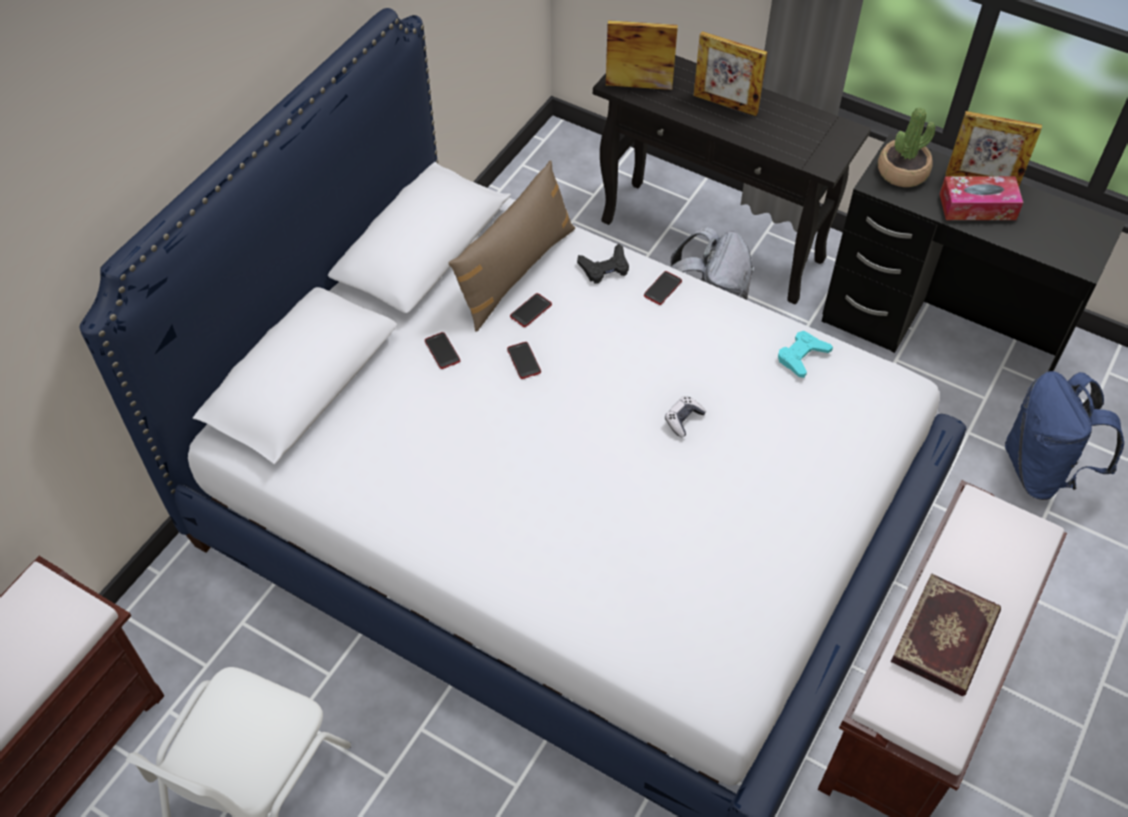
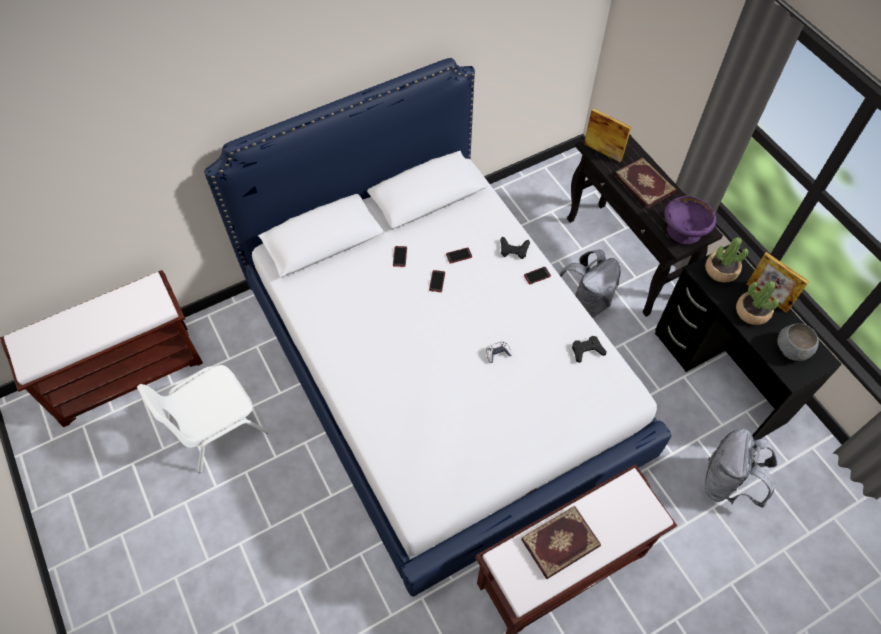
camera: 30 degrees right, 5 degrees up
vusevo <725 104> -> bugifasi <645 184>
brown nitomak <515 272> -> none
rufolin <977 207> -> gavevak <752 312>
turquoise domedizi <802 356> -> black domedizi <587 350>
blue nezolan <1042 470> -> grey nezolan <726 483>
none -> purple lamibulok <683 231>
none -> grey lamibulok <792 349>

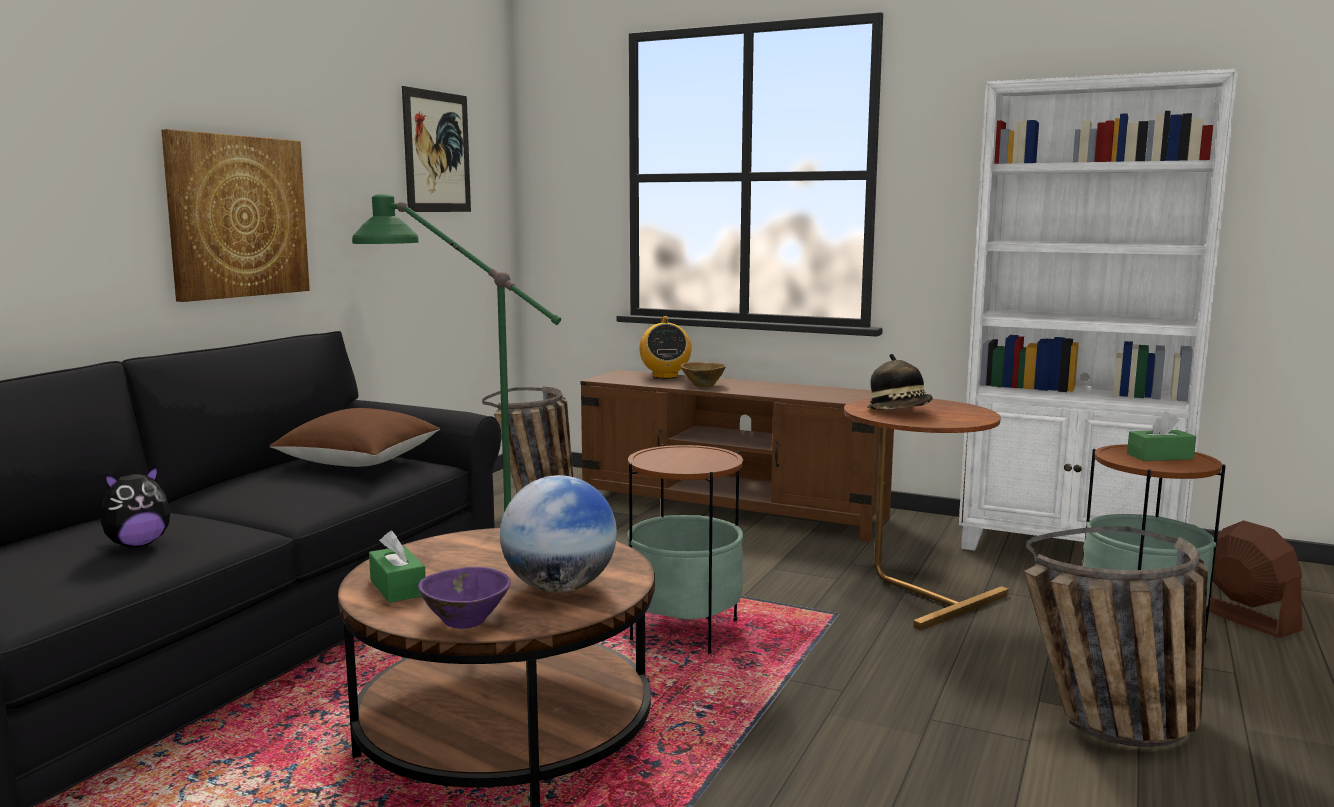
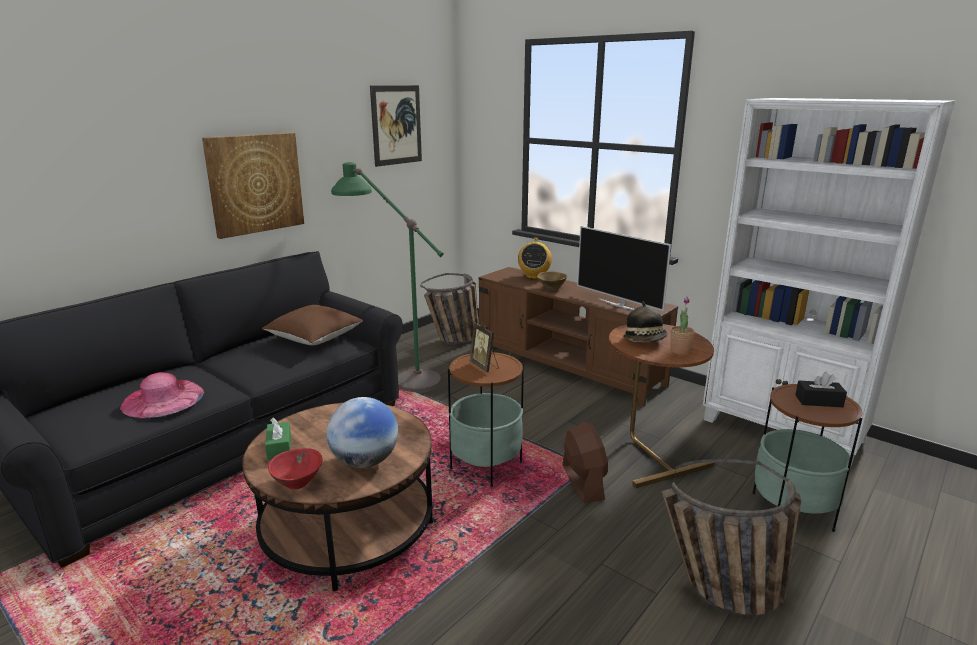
camera: 15 degrees right, 10 degrees up
green rufolin <1160 456> -> black rufolin <818 401>
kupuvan <138 544> -> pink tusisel <163 399>
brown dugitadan <1242 617> -> brown dugitadan <582 482>, move
purple lamibulok <466 621> -> red lamibulok <298 483>
none -> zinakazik <620 305>
none -> gavevak <680 351>
none -> vusevo <484 366>

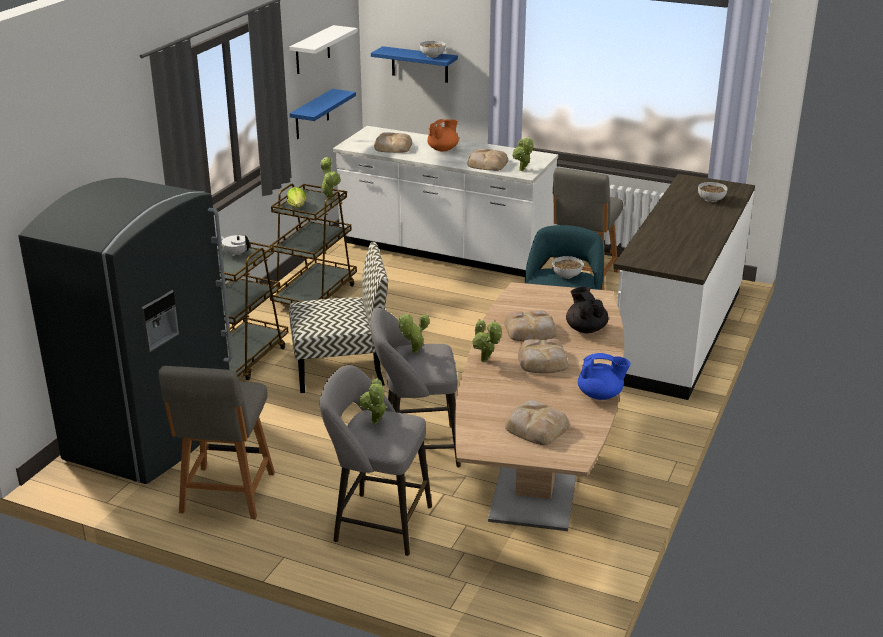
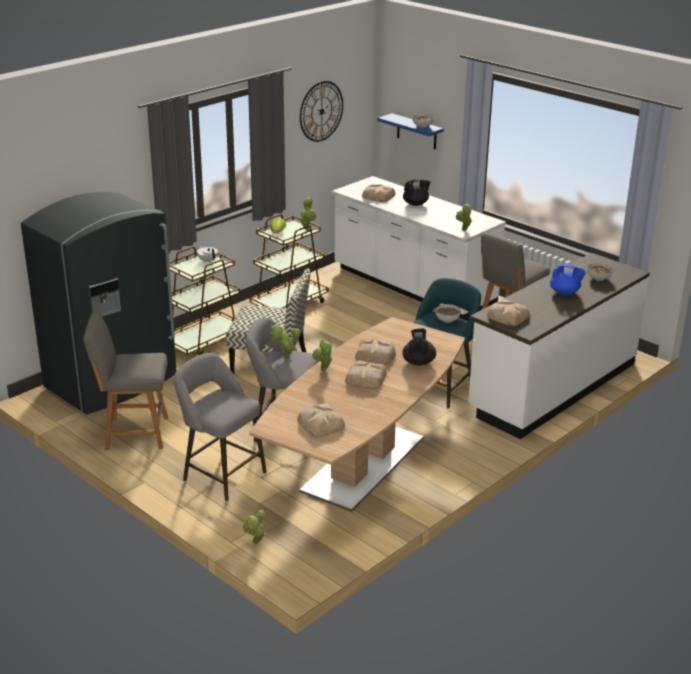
camera: 20 degrees right, 0 degrees up
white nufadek <312 50> -> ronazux <321 111>
blue nufadek <312 114> -> none
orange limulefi <443 149> -> black limulefi <416 204>
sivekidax <487 164> -> sivekidax <507 316>, move
blue limulefi <601 395> -> blue limulefi <565 293>, move
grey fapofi <226 495> -> grey fapofi <134 433>, 60 degrees clockwise
gavevak <375 423> -> gavevak <255 544>, move

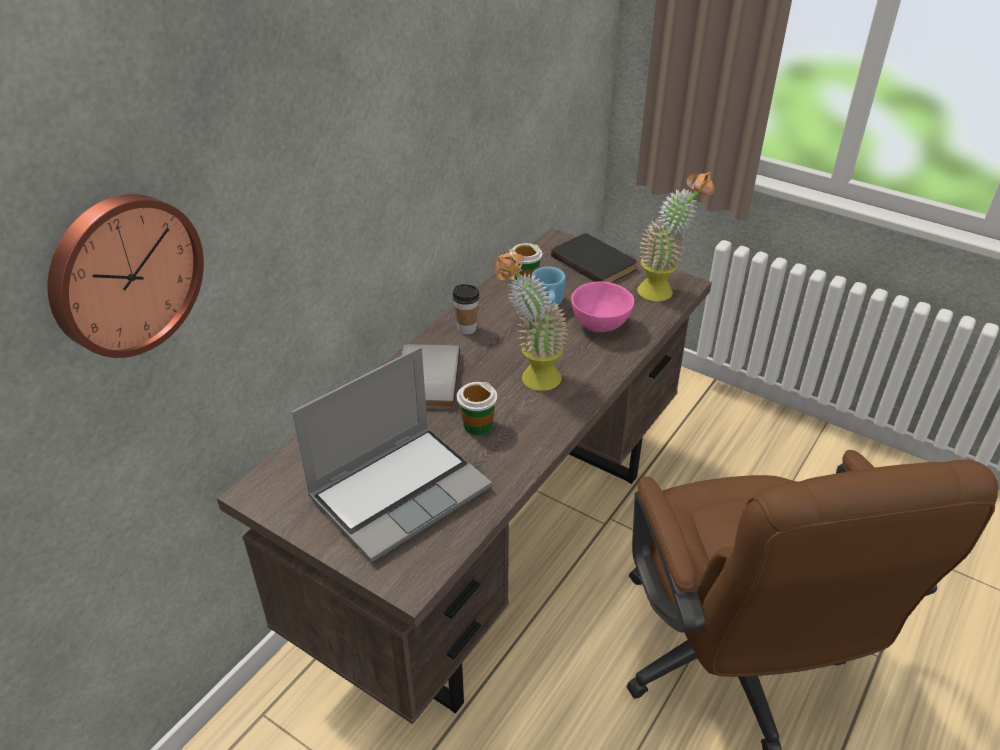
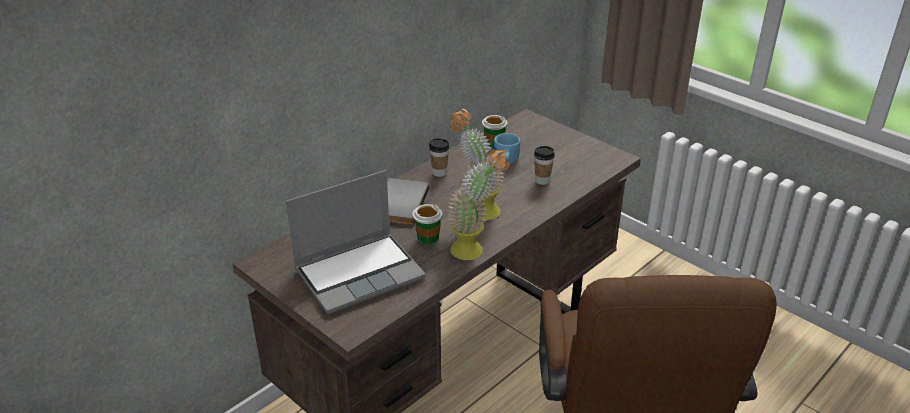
camera: 10 degrees right, 5 degrees down
gavevak <664 290> -> gavevak <475 250>, move
ronazux <124 274> -> none
black bugifasi <595 261> -> none
pink lamibulok <601 326> -> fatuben <542 180>

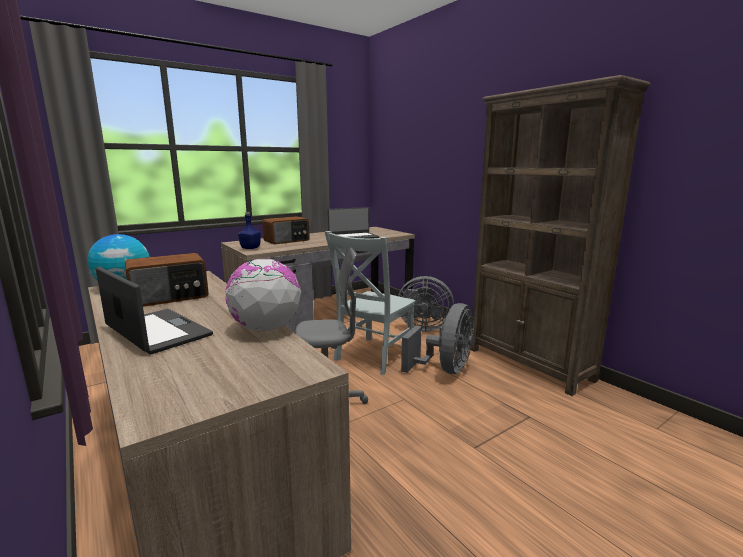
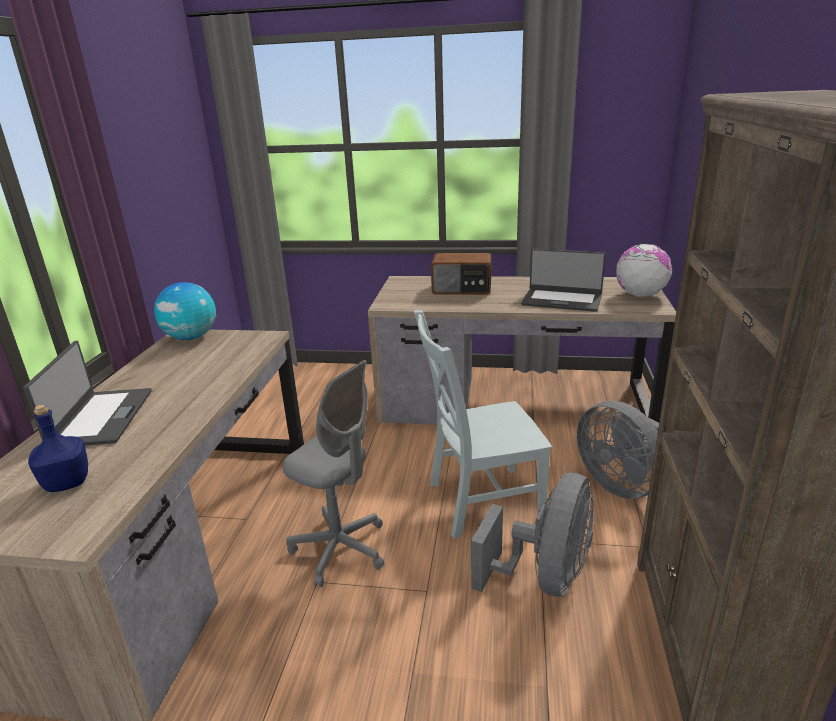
camera: 45 degrees right, 10 degrees up
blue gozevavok <250 248> -> blue gozevavok <67 482>, move
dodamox <170 297> -> none
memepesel <265 328> -> memepesel <640 295>, move
grey dugitadan <445 369> -> grey dugitadan <544 577>, 45 degrees counterclockwise

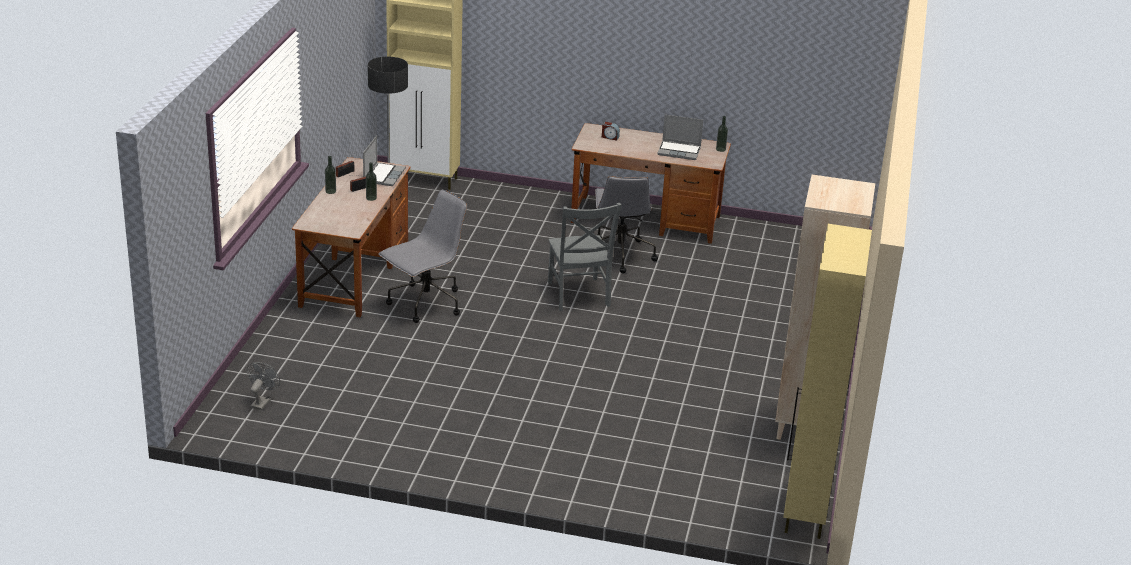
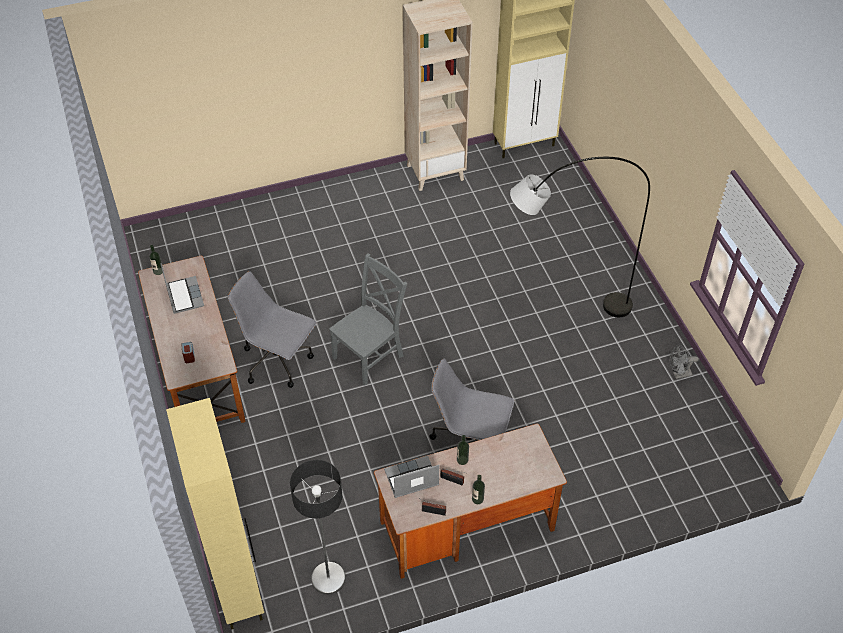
camera: 120 degrees left, 20 degrees up
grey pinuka <619 254> -> grey pinuka <278 362>, 120 degrees counterclockwise
grey dugitadan <262 402> -> grey dugitadan <679 374>, move
none -> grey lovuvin <562 309>

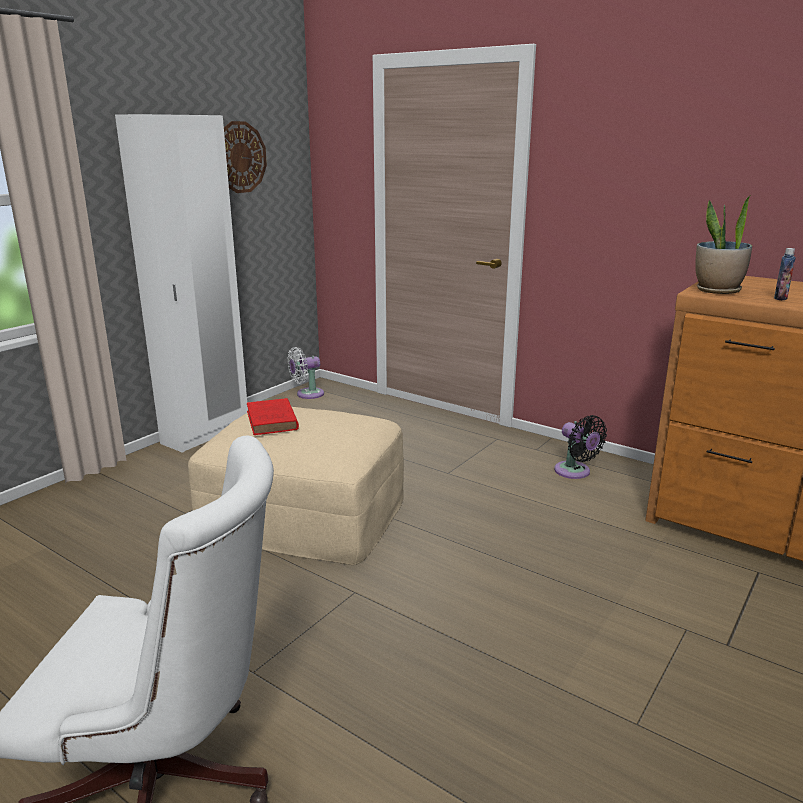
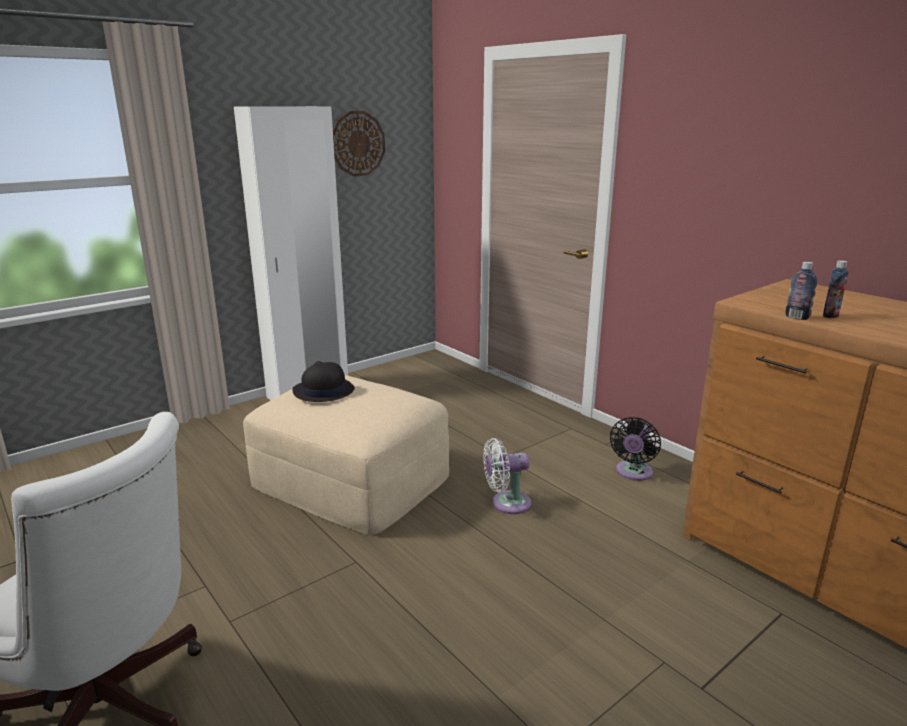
camera: 15 degrees right, 0 degrees up
gavevak <717 290> -> none
white dugitadan <307 394> -> white dugitadan <506 503>, move
red bugifasi <272 421> -> black tusisel <323 391>
black dugitadan <575 472> -> black dugitadan <633 473>, 45 degrees clockwise
none -> gozevavok <797 317>

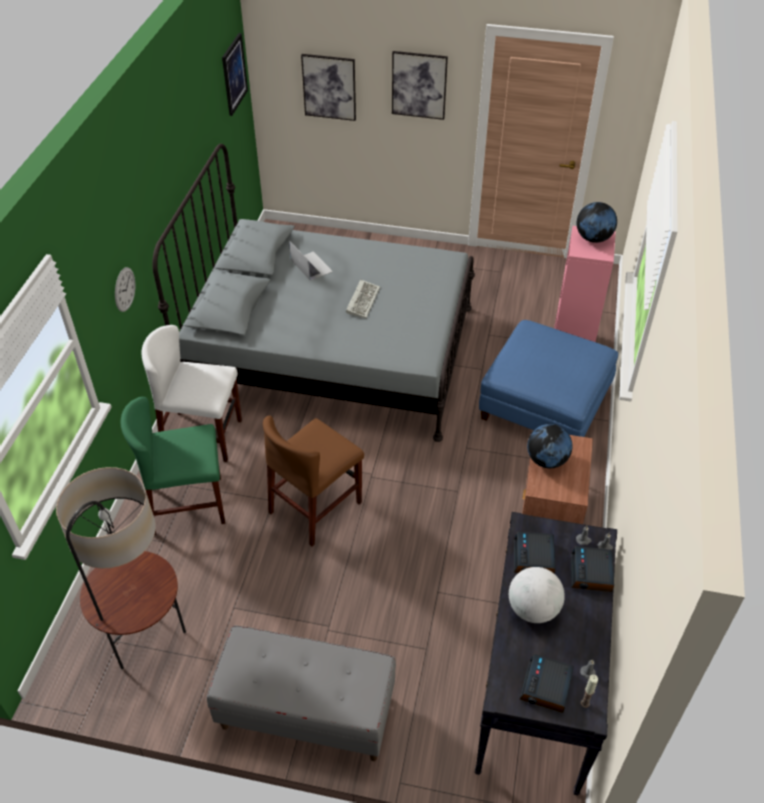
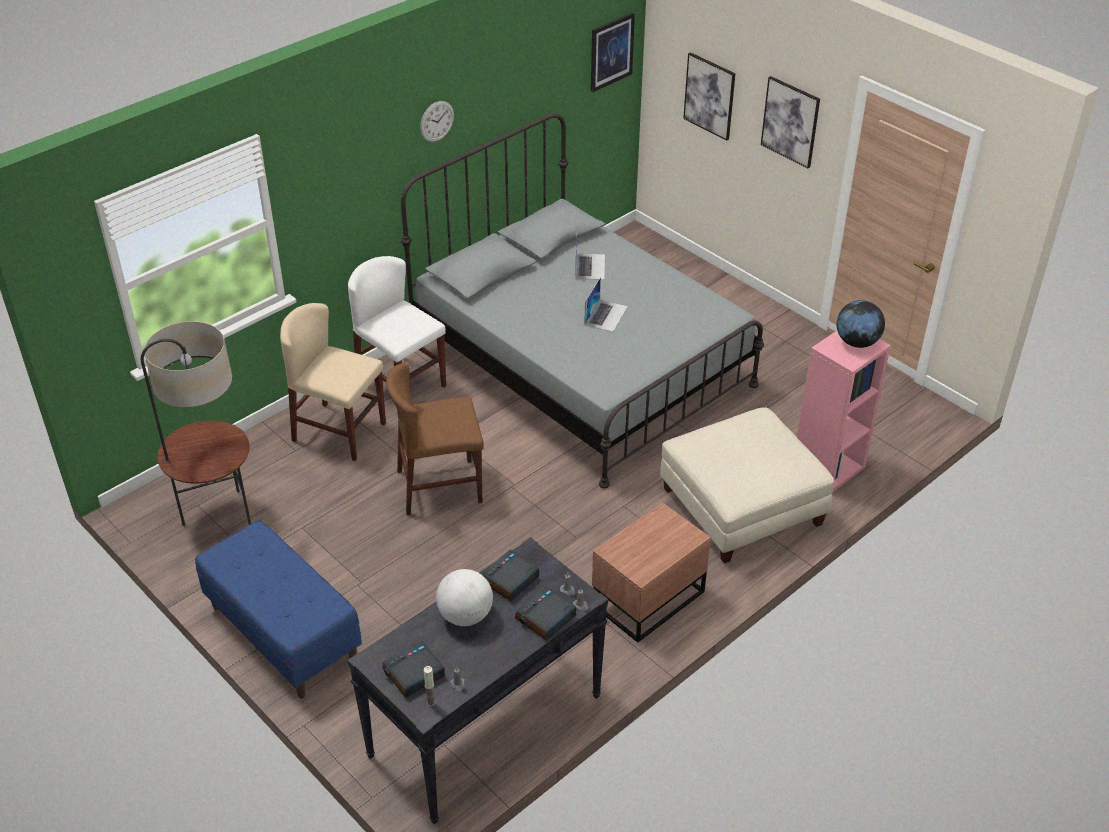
camera: 35 degrees right, 5 degrees down
ronazux <124 289> -> ronazux <437 121>, move
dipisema <362 300> -> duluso <606 315>
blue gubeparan <544 404> -> beige gubeparan <742 506>
green fapofi <187 505> -> beige fapofi <339 432>
memepesel <546 460> -> none
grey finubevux <306 712> -> blue finubevux <283 633>

